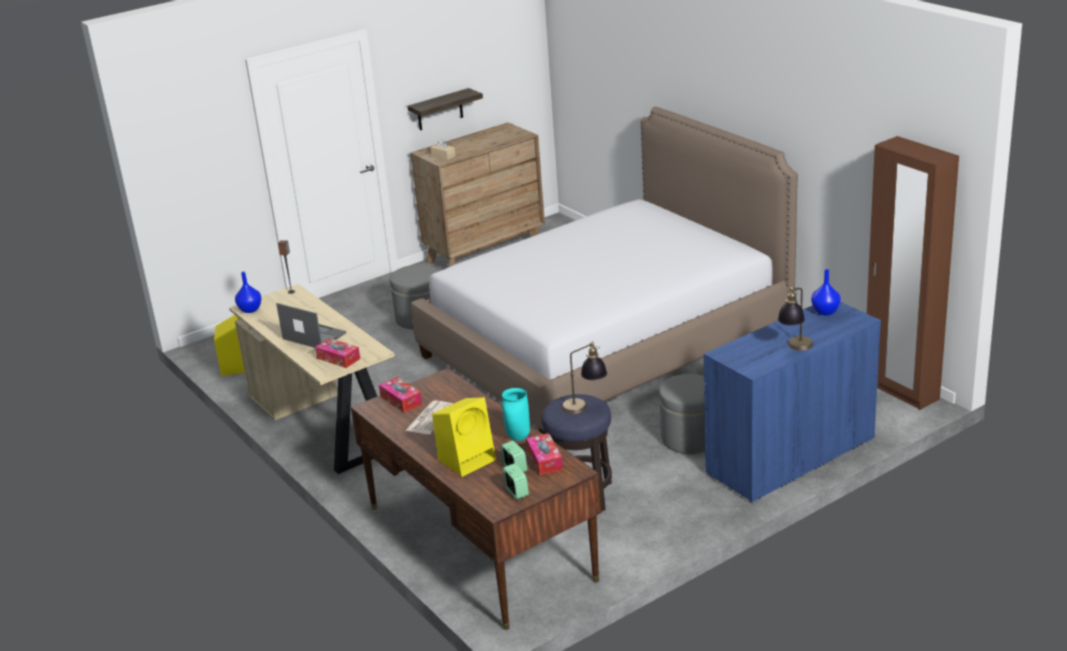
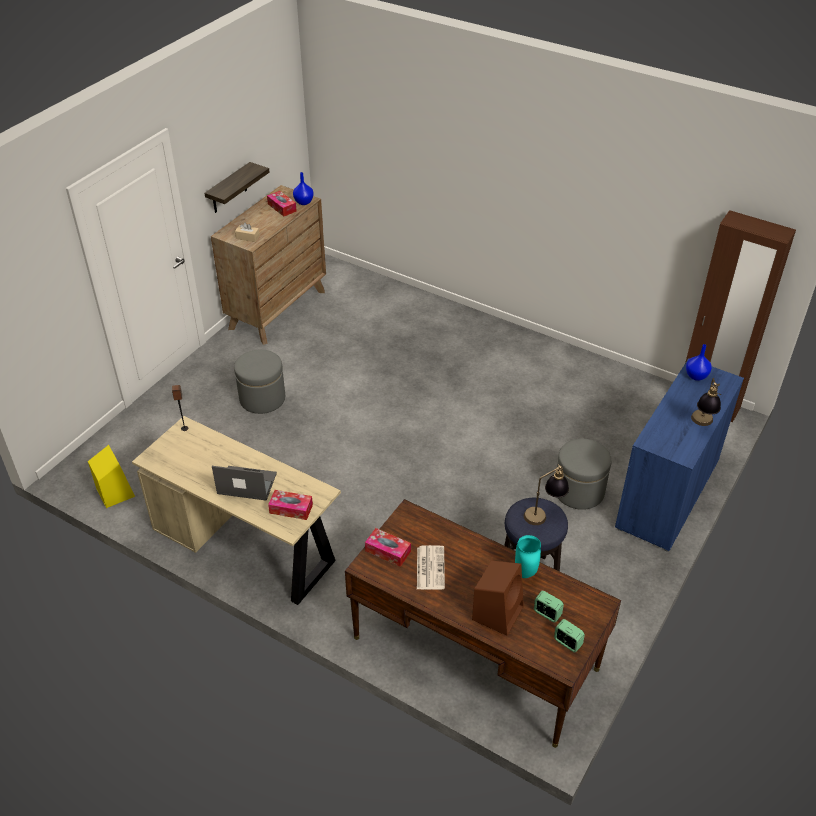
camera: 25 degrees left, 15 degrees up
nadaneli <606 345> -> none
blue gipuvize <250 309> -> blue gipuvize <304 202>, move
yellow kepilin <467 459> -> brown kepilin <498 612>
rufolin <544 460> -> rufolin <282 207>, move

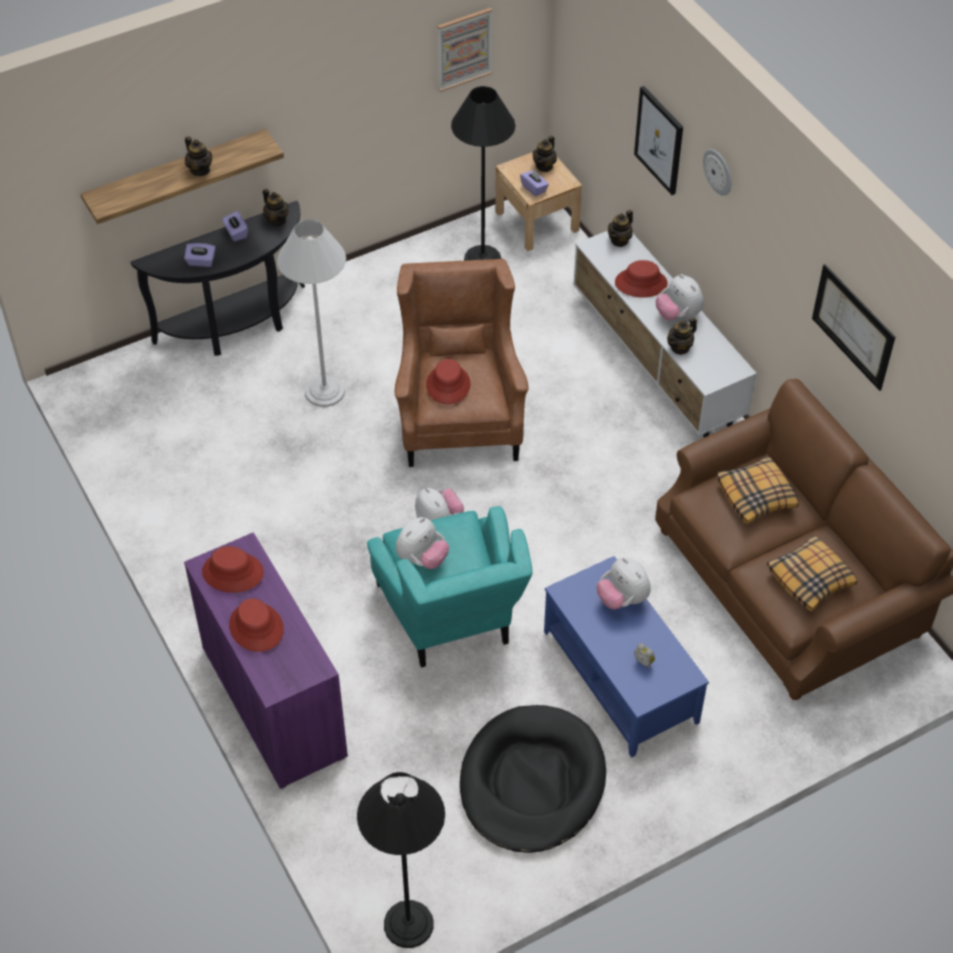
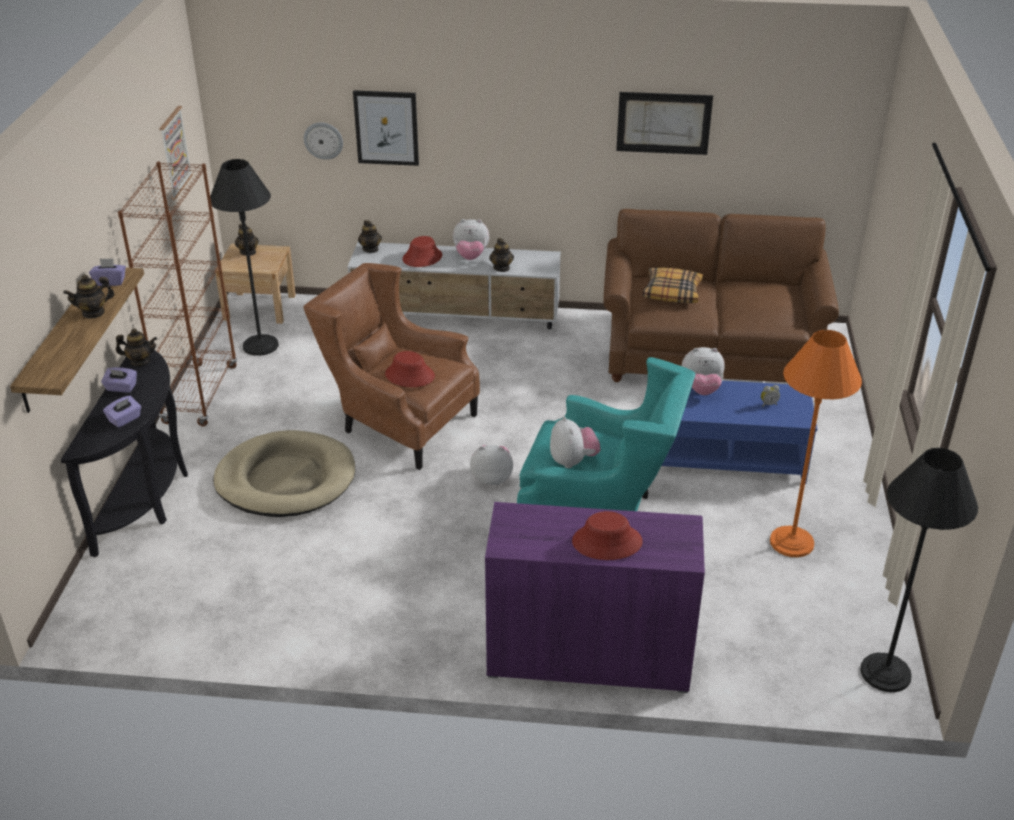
camera: 55 degrees left, 15 degrees down
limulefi <200 170> -> limulefi <93 313>, 150 degrees clockwise
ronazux <718 171> -> ronazux <323 140>, move
purple rufolin <534 188> -> purple rufolin <110 282>, move
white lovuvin <324 391> -> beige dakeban <286 479>
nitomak <810 579> -> none
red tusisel <232 572> -> none
black dakeban <532 782> -> orange lovuvin <792 542>
none -> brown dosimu <200 394>

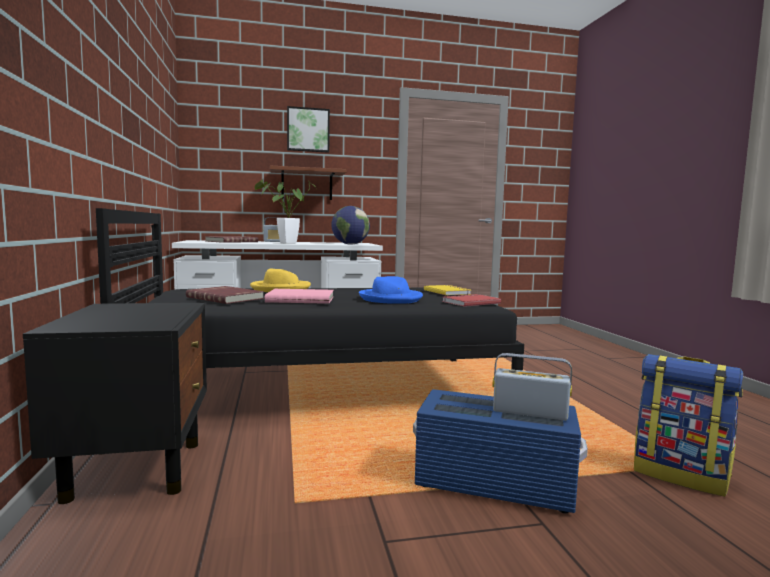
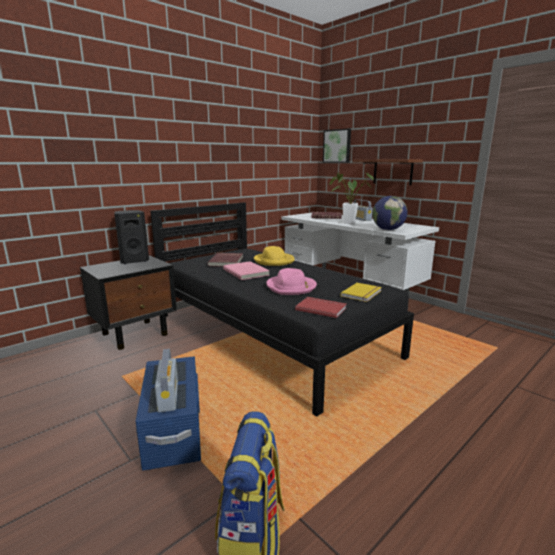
camera: 60 degrees right, 10 degrees up
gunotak <308 130> -> gunotak <337 146>, move
blue tusisel <391 299> -> pink tusisel <291 287>
none -> black kepilin <133 261>

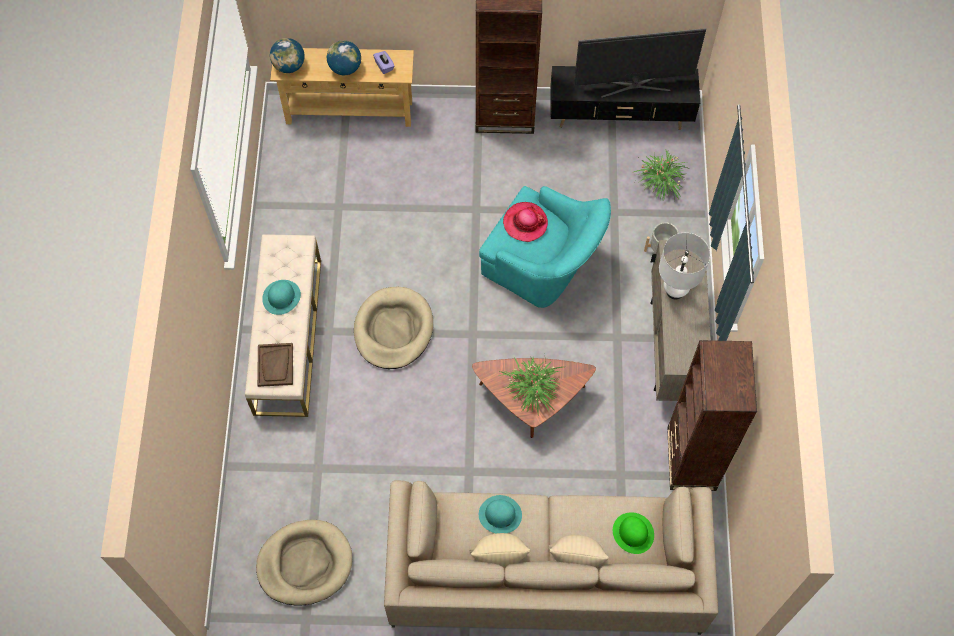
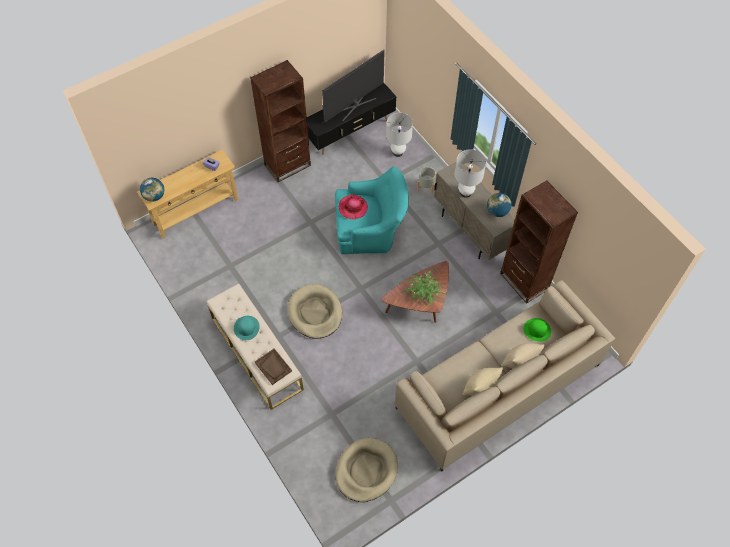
camera: 35 degrees left, 5 degrees down
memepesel <345 68> -> memepesel <497 211>, move
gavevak <661 182> -> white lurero <398 152>
turquoise tusisel <500 515> -> none

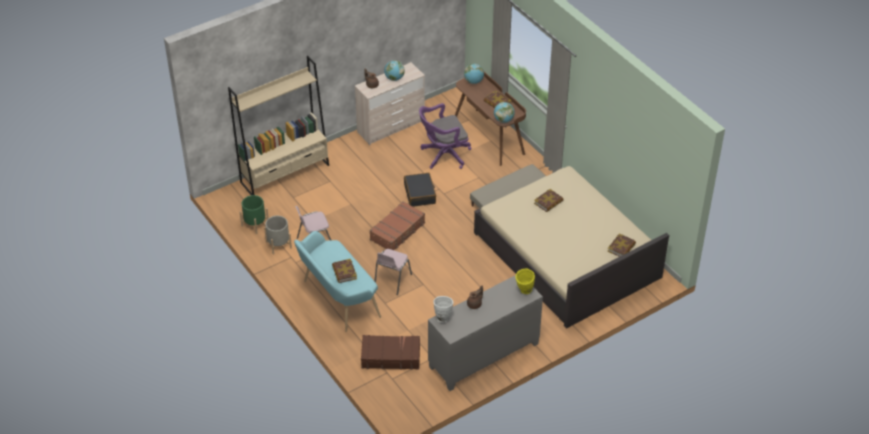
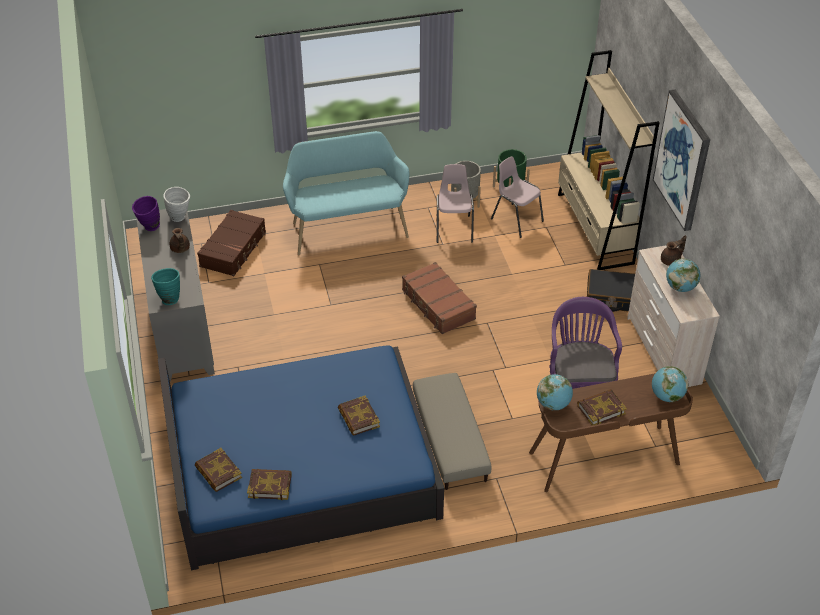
camera: 110 degrees right, 0 degrees up
beige nadaneli <566 255> -> blue nadaneli <301 468>
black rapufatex <420 194> -> black rapufatex <611 297>, move
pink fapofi <392 281> -> pink fapofi <516 220>, move
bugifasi <344 272> -> bugifasi <270 486>, move
yellow gipuvize <524 291> -> turquoise gipuvize <169 298>
none -> gunotak <683 160>
none -> purple gipuvize <149 228>

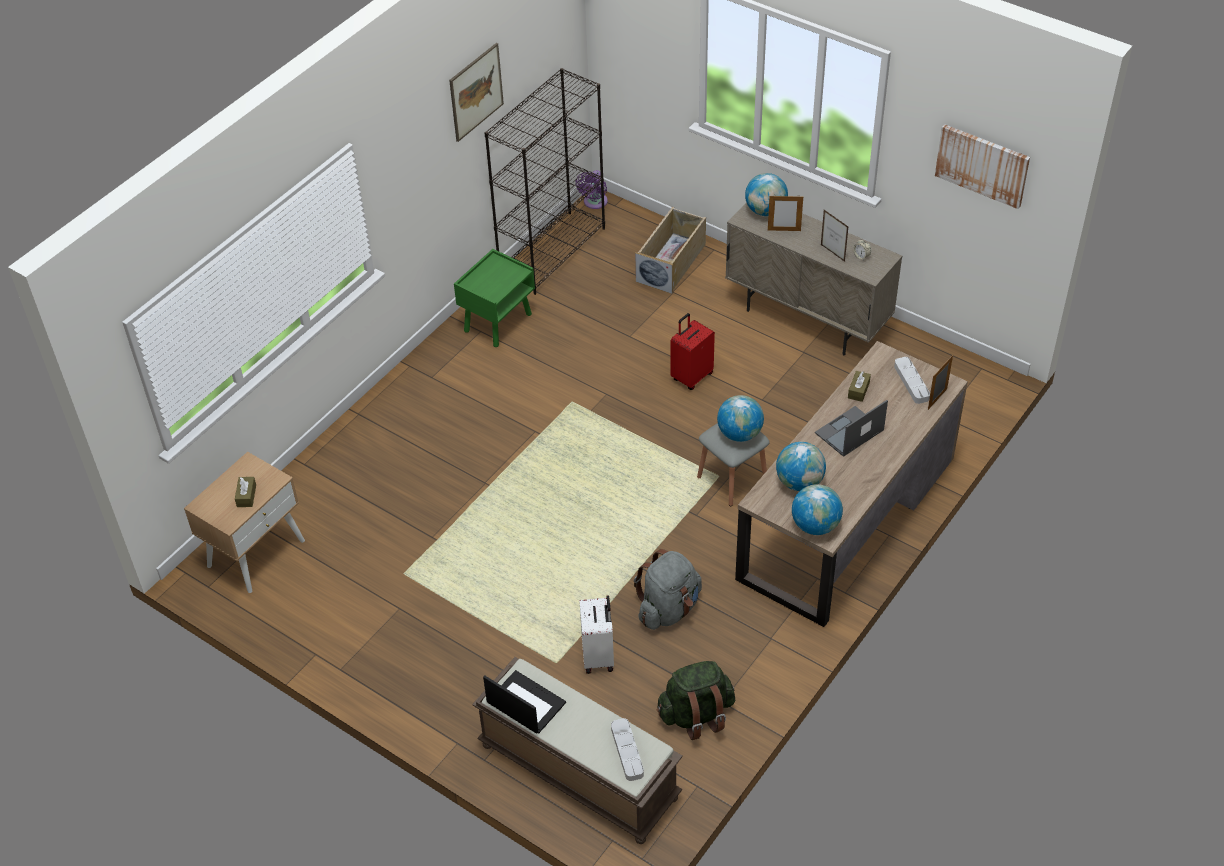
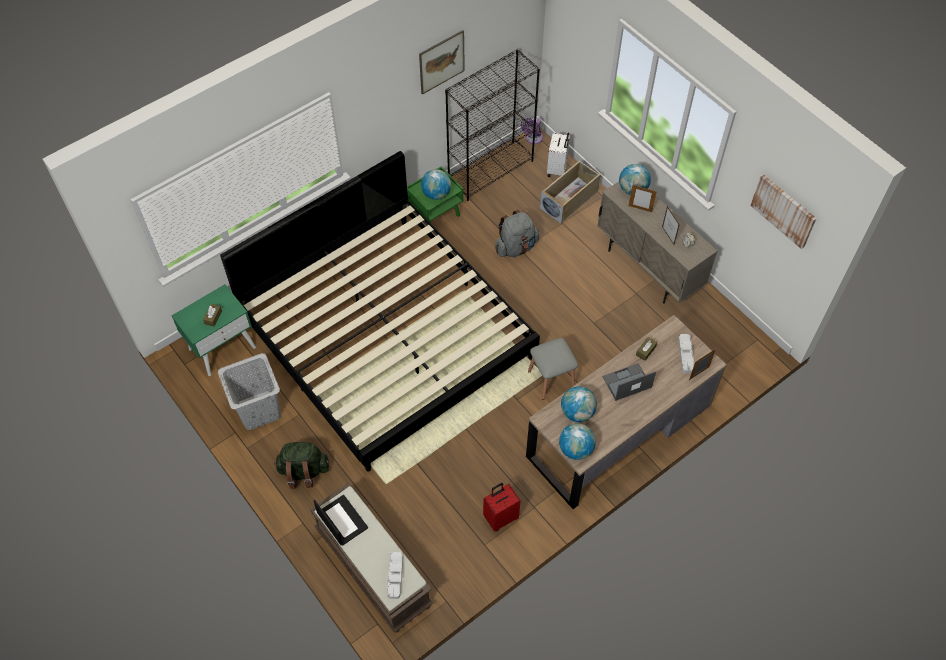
camera: 15 degrees right, 10 degrees up
red rapufatex <691 376> -> red rapufatex <500 517>, move
memepesel <739 433> -> memepesel <436 194>, move
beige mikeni <256 552> -> green mikeni <222 347>
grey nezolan <669 609> -> grey nezolan <516 247>, move
white rapufatex <599 656> -> white rapufatex <557 169>, move
green nezolan <696 715> -> green nezolan <303 471>, move
none -> nadaneli <387 336>
none -> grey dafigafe <258 410>

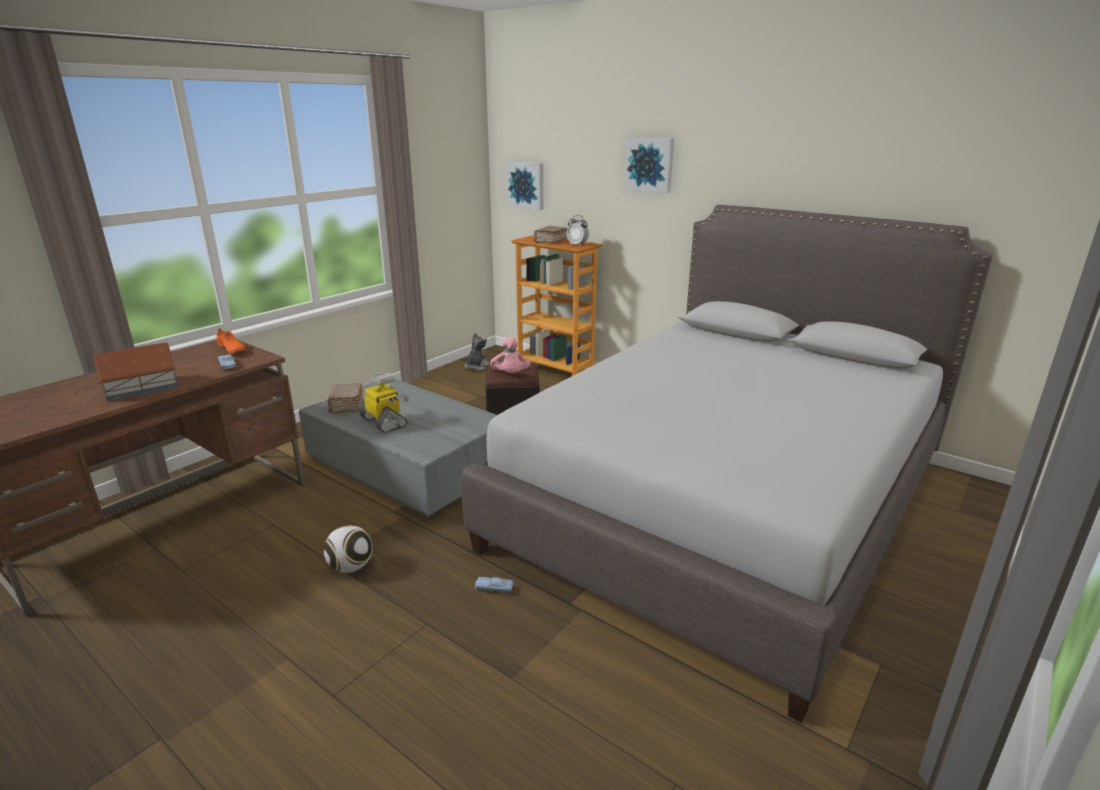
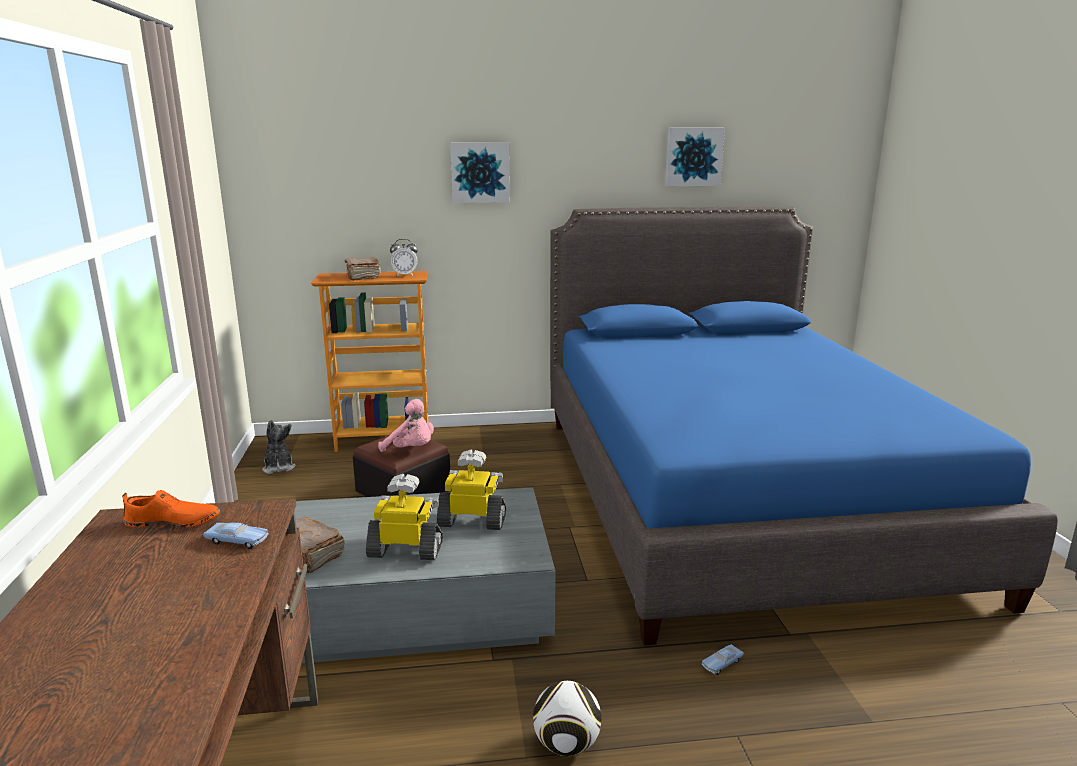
camera: 45 degrees left, 5 degrees down
gunotak <526 185> -> gunotak <693 156>, move
grey nadaneli <724 505> -> blue nadaneli <733 496>
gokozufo <142 387> -> none
none -> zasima <473 521>

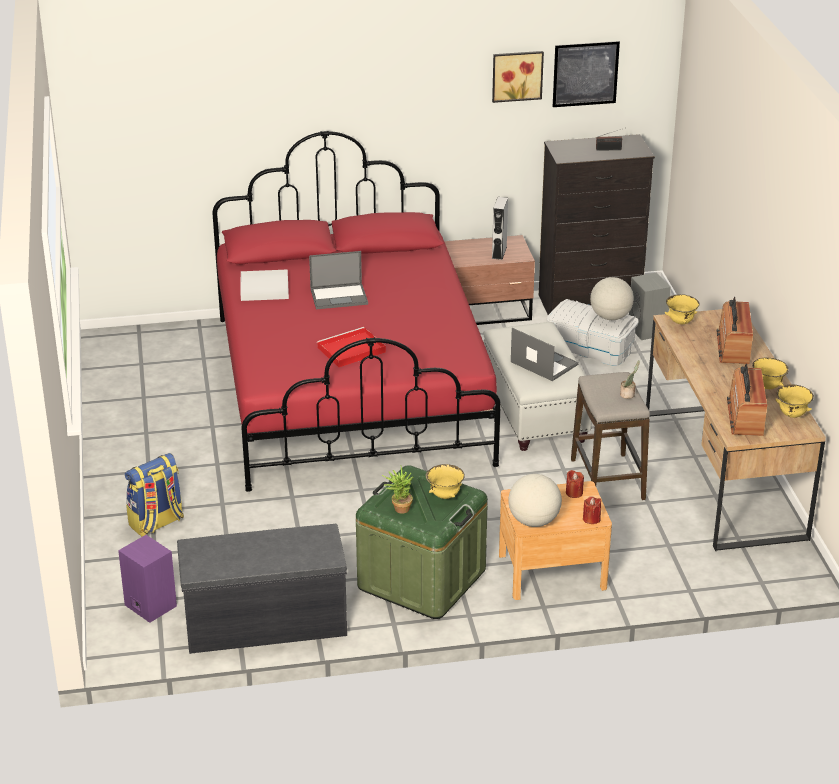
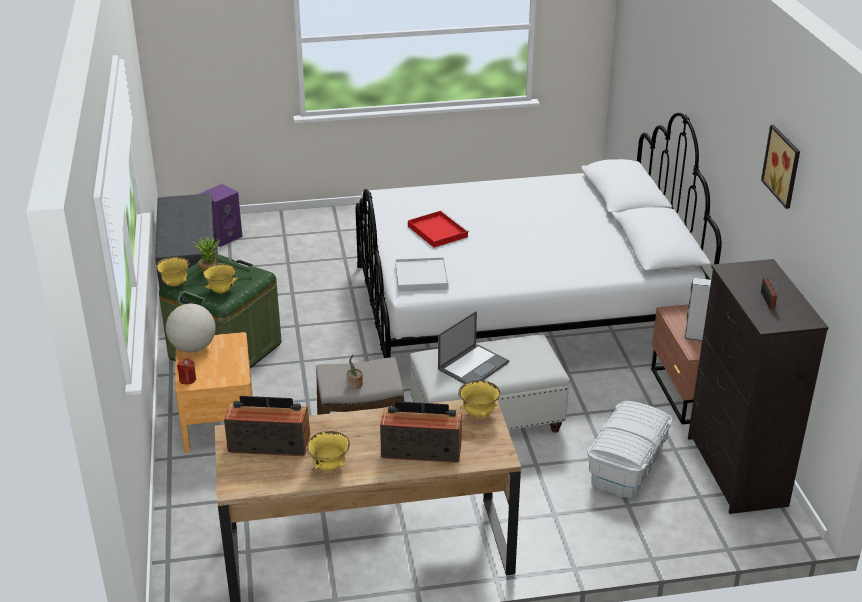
camera: 90 degrees right, 0 degrees up
gunotak <585 74> -> none
red nadaneli <351 389> -> white nadaneli <520 312>
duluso <339 296> -> none
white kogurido <264 288> -> white kogurido <421 277>, move
grey kepilin <648 330> -> none
memepesel <610 317> -> none
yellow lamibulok <791 415> -> yellow lamibulok <175 284>, move
nezolan <156 523> -> none
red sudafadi <574 493> -> none

